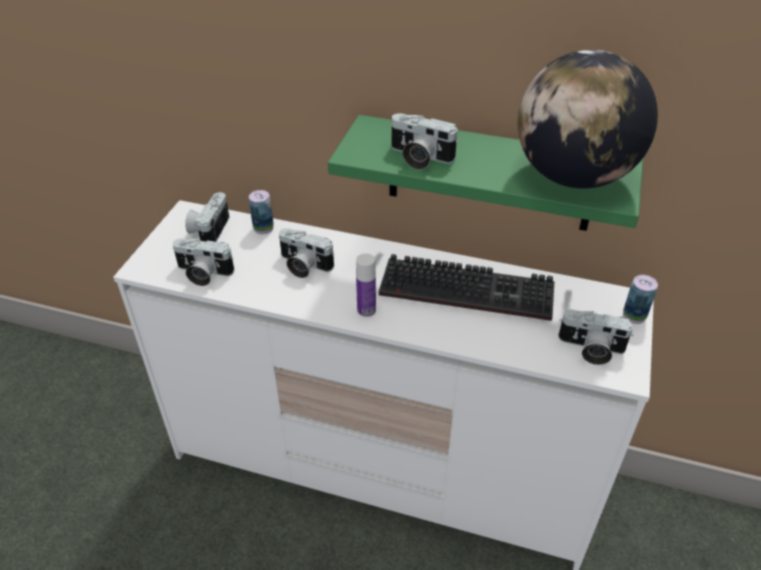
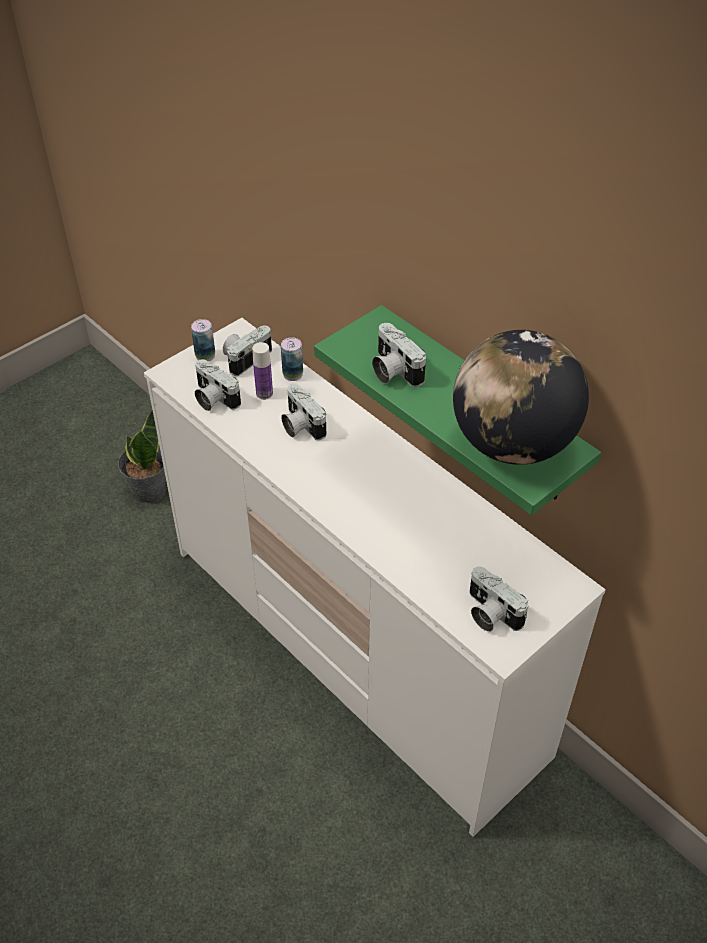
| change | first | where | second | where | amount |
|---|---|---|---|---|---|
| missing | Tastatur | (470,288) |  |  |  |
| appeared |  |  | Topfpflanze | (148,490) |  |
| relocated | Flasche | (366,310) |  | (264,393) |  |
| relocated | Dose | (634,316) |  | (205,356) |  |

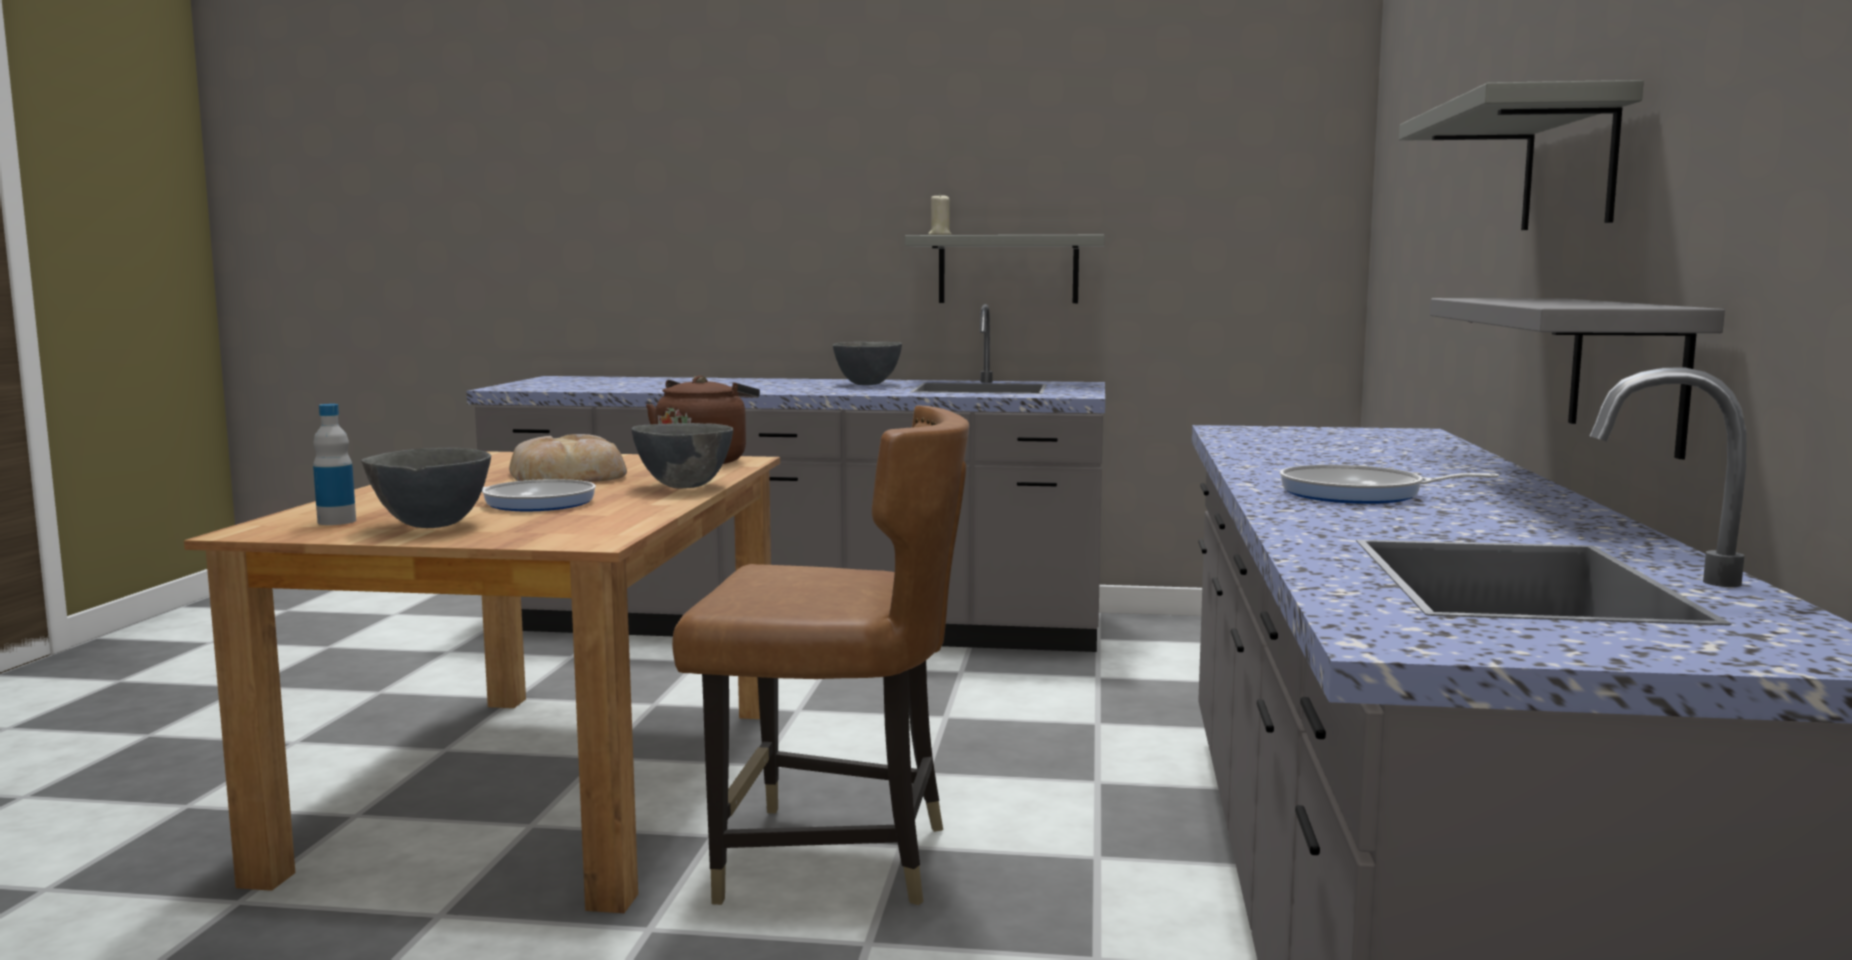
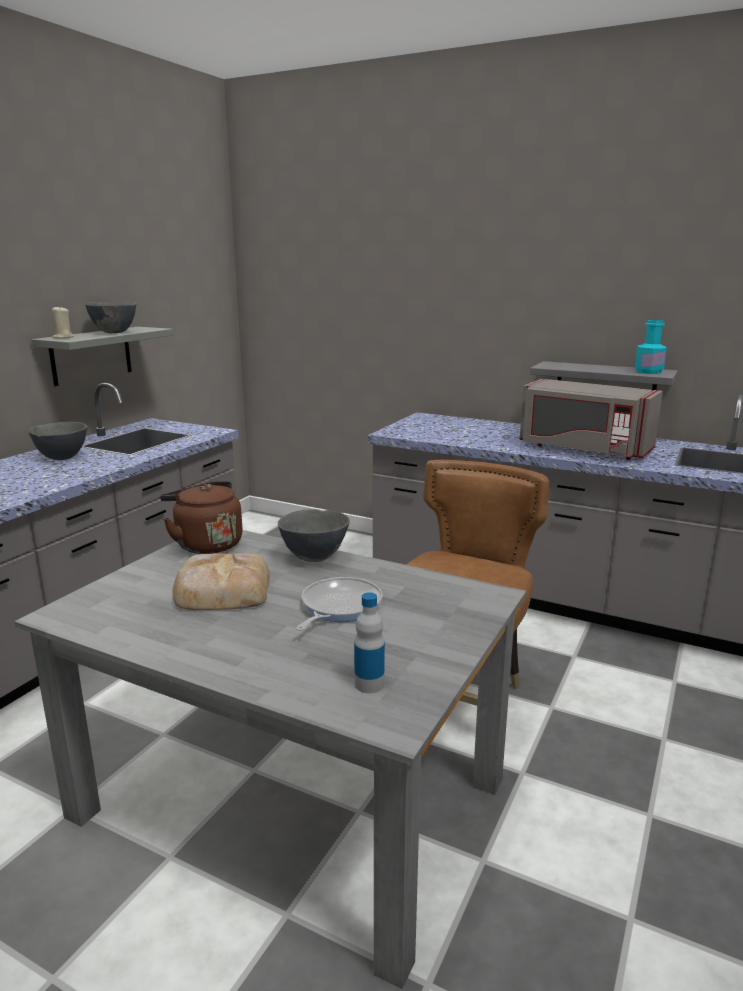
| change | first | where | second | where | amount |
|---|---|---|---|---|---|
| missing | Wandregal/grau | (1569,165) |  |  |  |
| appeared |  |  | Flasche/türkis | (648,372) |  |
| relocated | Schüssel/grau | (433,526) |  | (114,333) |  |
| exchanged | Pfanne | (1359,494) | Mikrowelle/grau | (583,449) |  |
| colour | Esstisch/braun | (548,783) | Esstisch/grau | (287,799) |  |

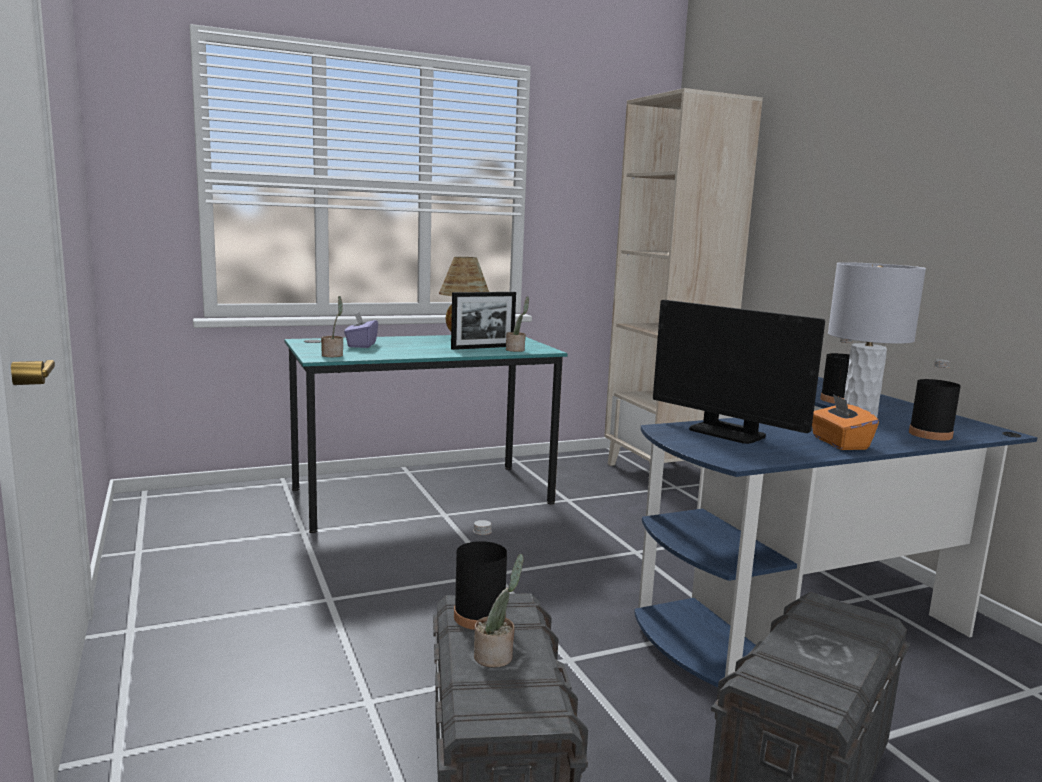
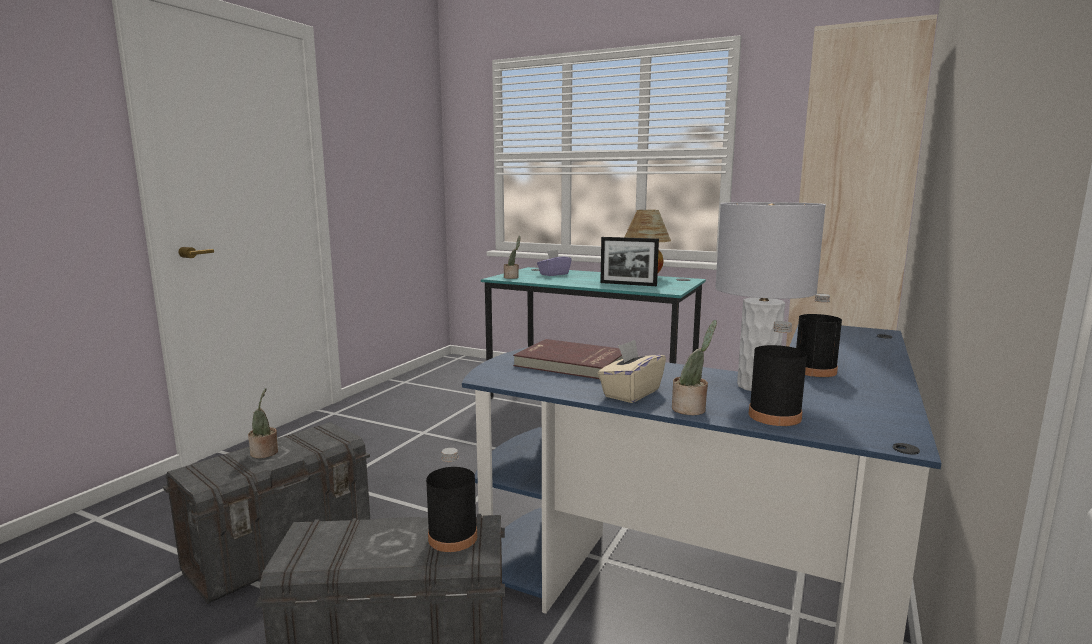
| change | first | where | second | where | amount |
|---|---|---|---|---|---|
| relocated | Flasche/schwarz | (479,616) |  | (452,537) |  |
| relocated | Topfpflanze | (516,350) |  | (691,409) |  |
| exchanged | Monitor | (727,433) | Buch/rot | (571,363) |  |
| colour | Taschentuchbox/orange | (839,443) | Taschentuchbox/beige | (631,393) |  |

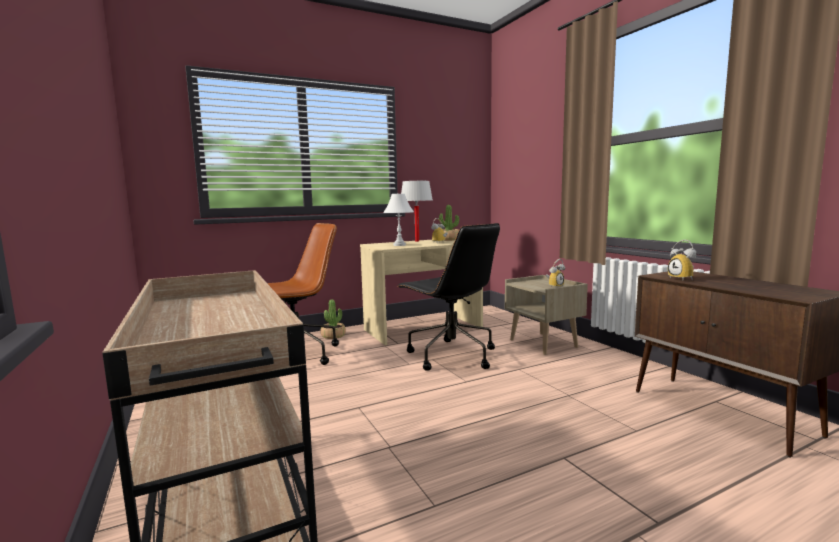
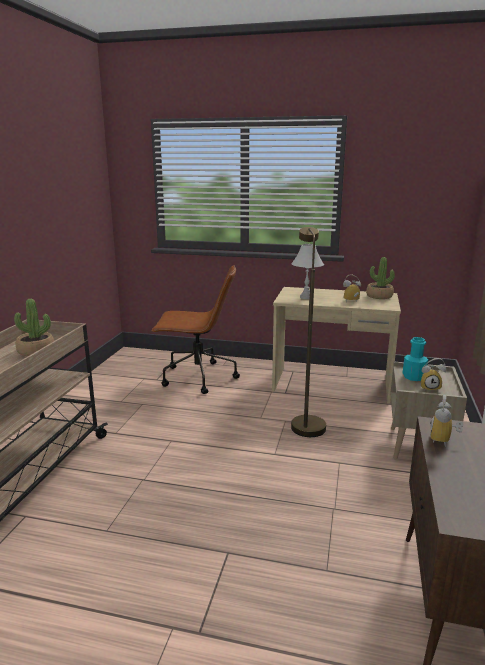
| change | first | where | second | where | amount |
|---|---|---|---|---|---|
| missing | Tischlampe/weiß | (417,241) |  |  |  |
| appeared |  |  | Flasche/türkis | (413,377) |  |
| relocated | Topfpflanze | (333,336) |  | (36,351) |  |
| exchanged | Bürostuhl/schwarz | (450,355) | Stehlampe/braun | (306,423) |  |

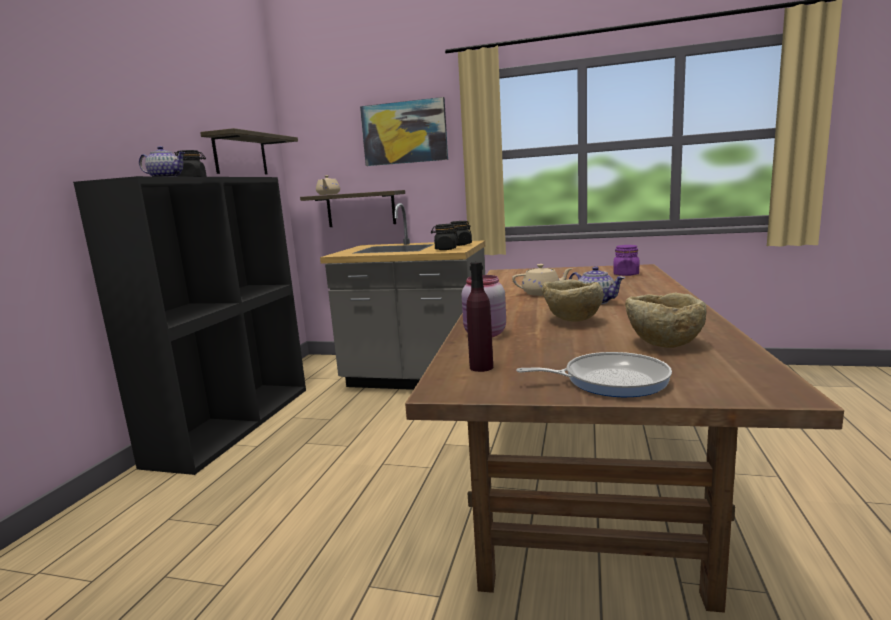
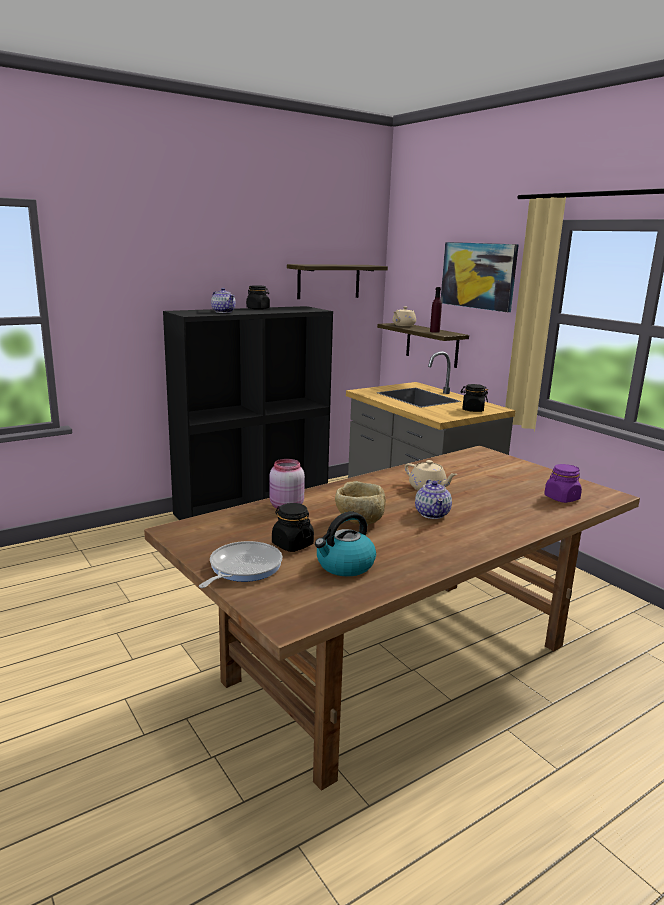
| change | first | where | second | where | amount |
|---|---|---|---|---|---|
| relocated | Vorratsglas/schwarz | (445,249) |  | (292,544) |  |
| relocated | Flasche/lila | (481,367) |  | (434,331) |  |
| exchanged | Schüssel/beige | (663,344) | Wasserkessel | (344,565) |  |
| spun | Pfanne | (609,381) |  | (242,568) | 105 degrees counterclockwise |

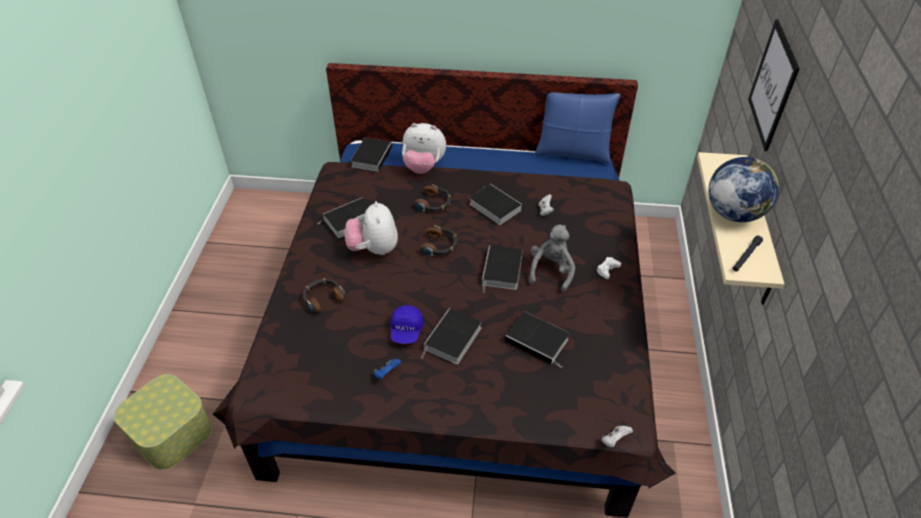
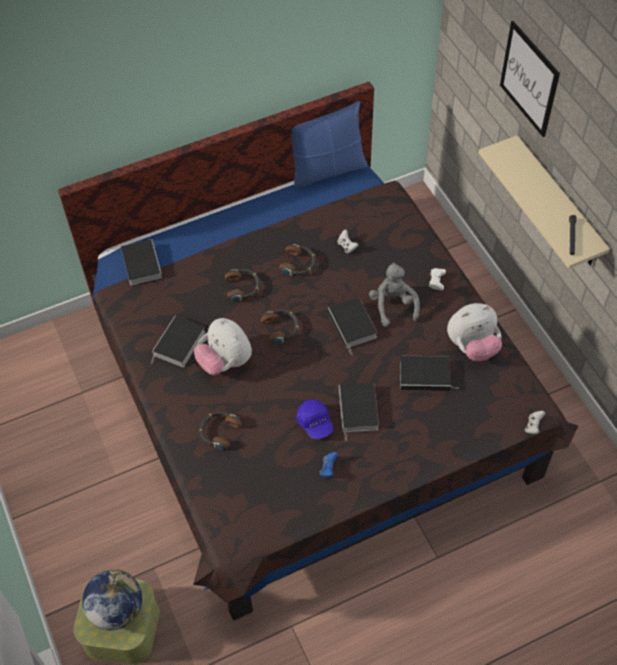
| change | first | where | second | where | amount |
|---|---|---|---|---|---|
| relocated | Plüschtier | (423,166) |  | (472,346) |  |
| relocated | Globus | (733,213) |  | (116,609) |  |
| exchanged | Buch | (493,206) | Kopfhörer | (298,264) |  |

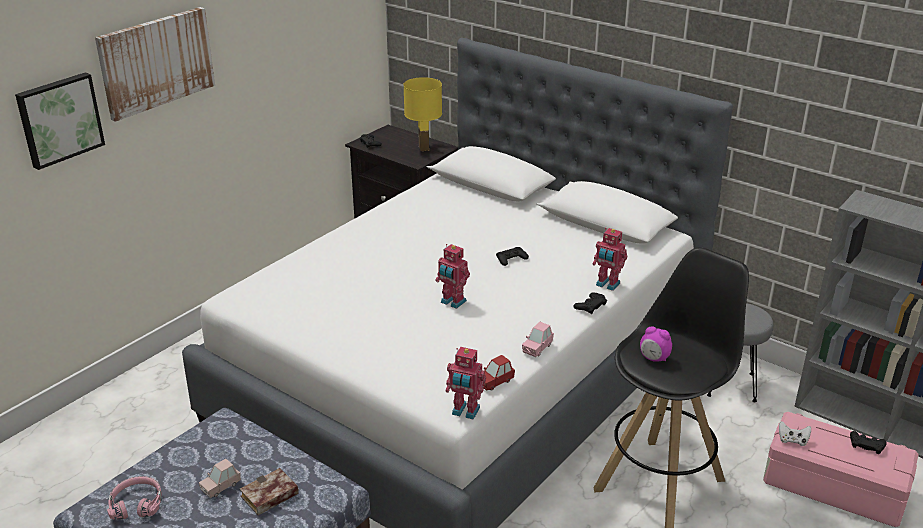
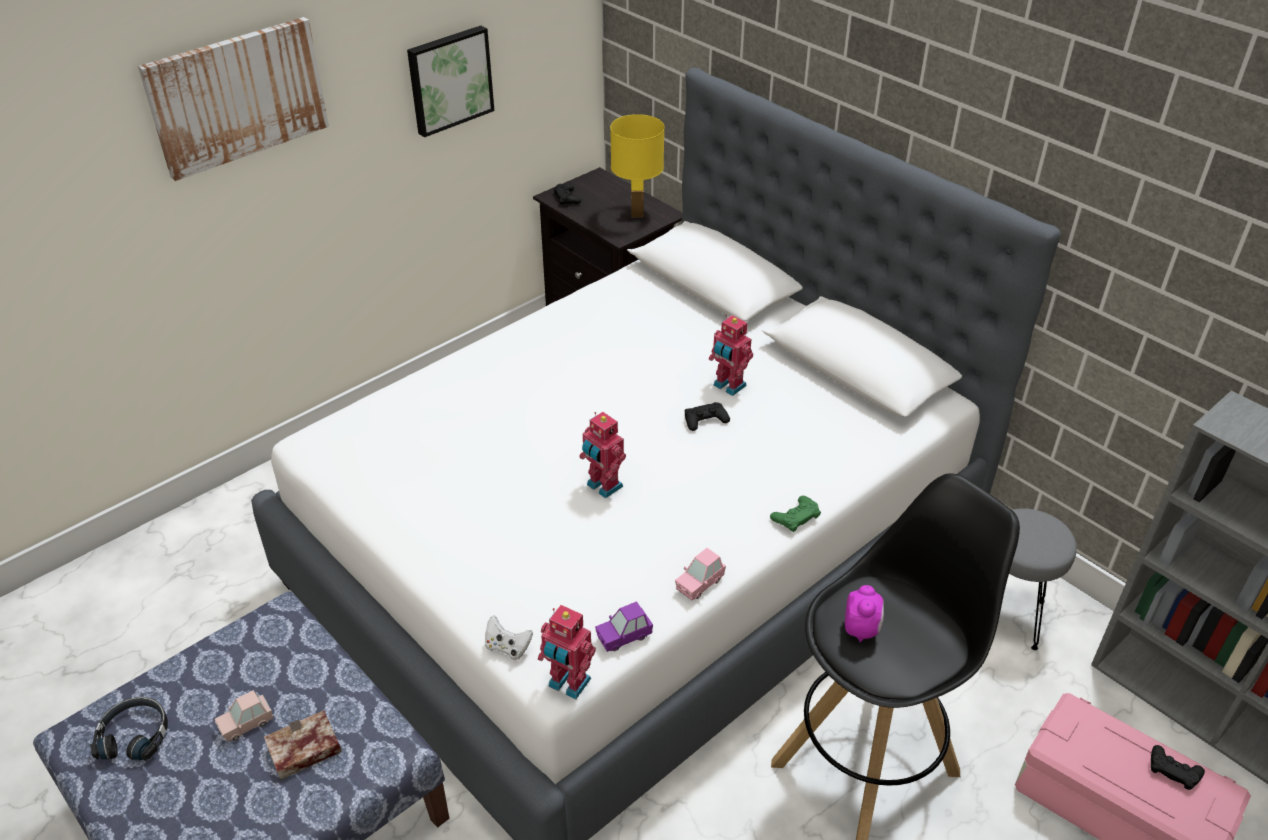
| change | first | where | second | where | amount |
|---|---|---|---|---|---|
| relocated | Bild | (59,119) |  | (449,79) |  |
| relocated | Spielzeugroboter | (607,285) |  | (728,386) |  |
| relocated | Gamepad/weiß | (792,440) |  | (507,647) |  |
| colour | Kopfhörer/rosa | (137,503) | Kopfhörer/schwarz | (135,735) |  |
| colour | Spielzeugauto/rot | (495,382) | Spielzeugauto/lila | (624,636) |  |
| colour | Gamepad/schwarz | (590,306) | Gamepad/grün | (795,517) |  |
| spun | Wecker | (654,359) |  | (861,629) | 120 degrees counterclockwise |

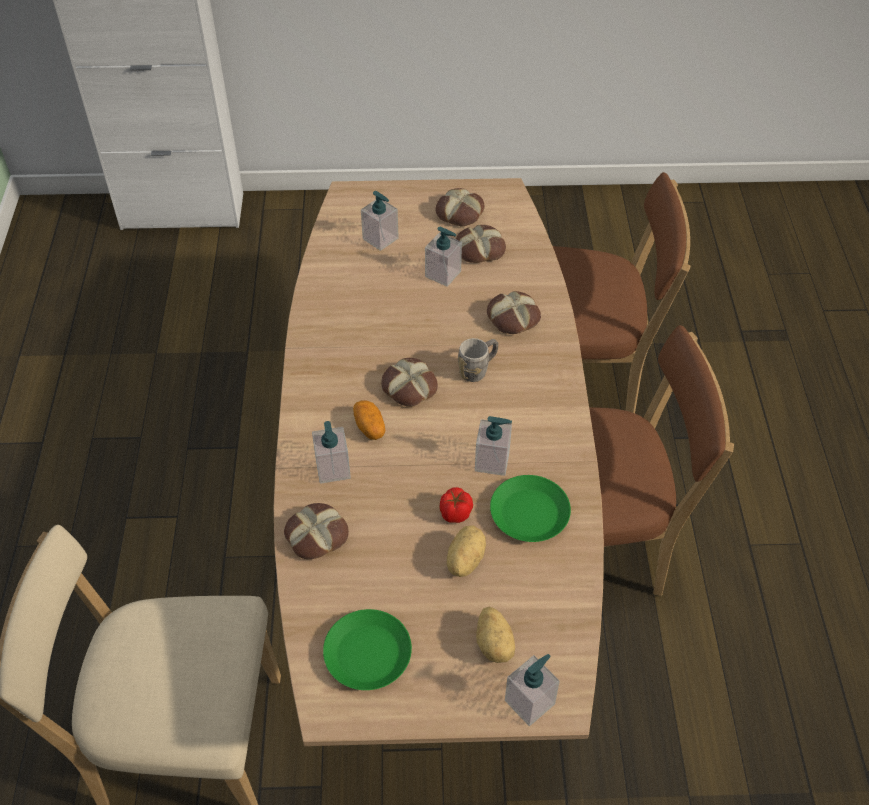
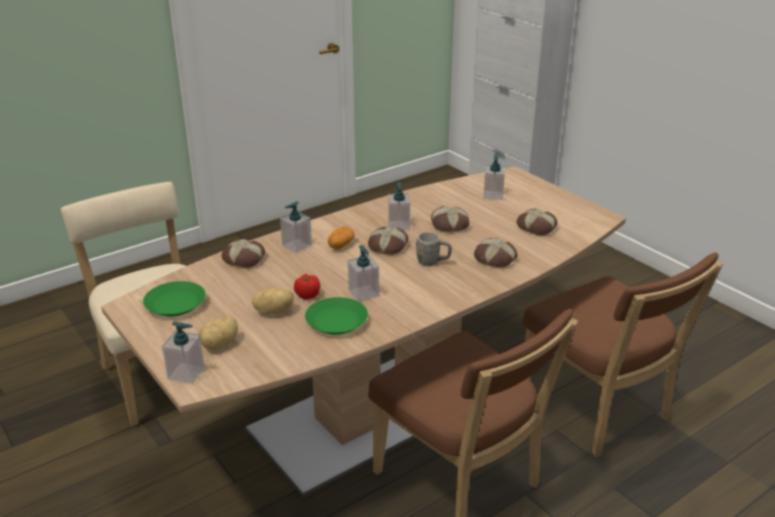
| change | first | where | second | where | amount |
|---|---|---|---|---|---|
| relocated | Seifenspender | (443,274) |  | (398,225) |  |
| relocated | Brot | (460,213) |  | (449,225) |  |

